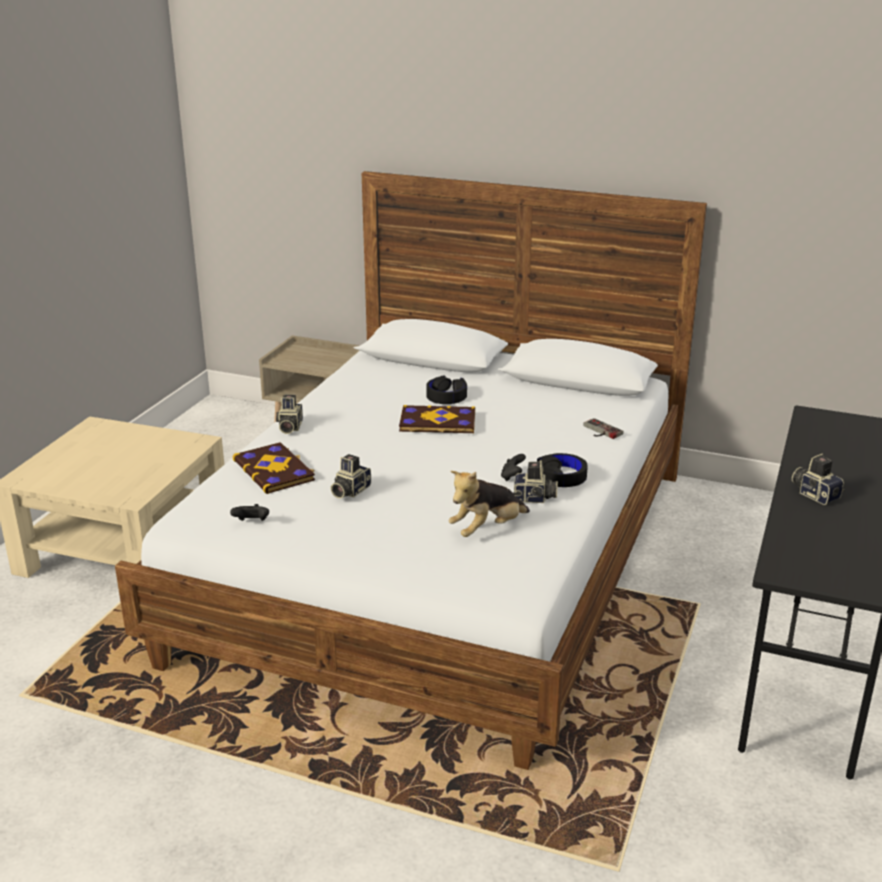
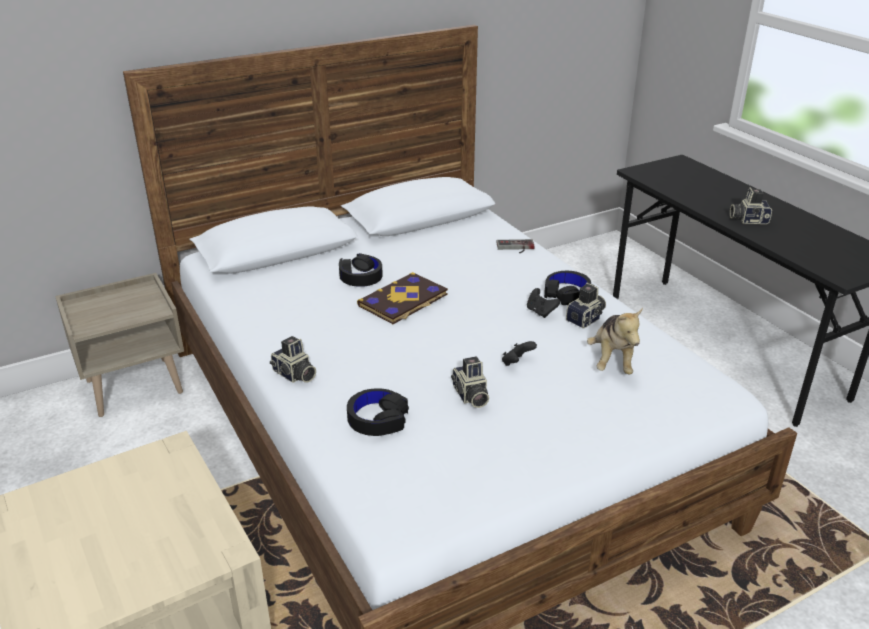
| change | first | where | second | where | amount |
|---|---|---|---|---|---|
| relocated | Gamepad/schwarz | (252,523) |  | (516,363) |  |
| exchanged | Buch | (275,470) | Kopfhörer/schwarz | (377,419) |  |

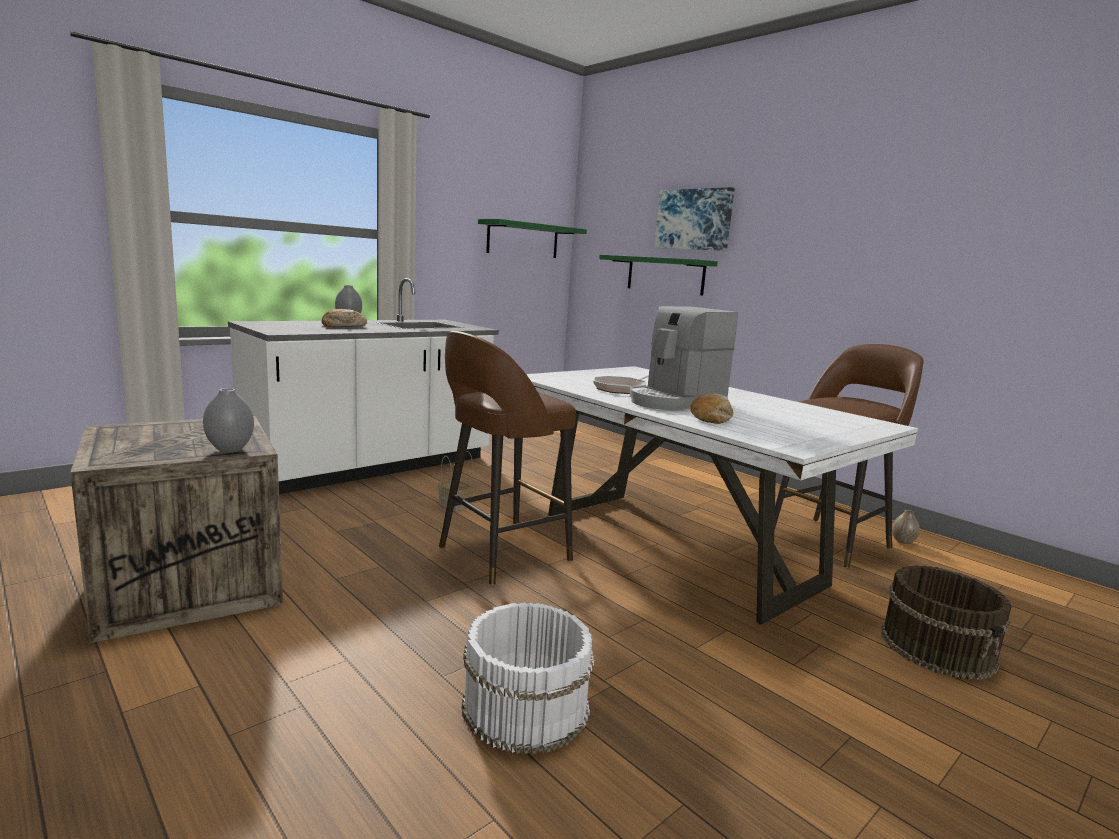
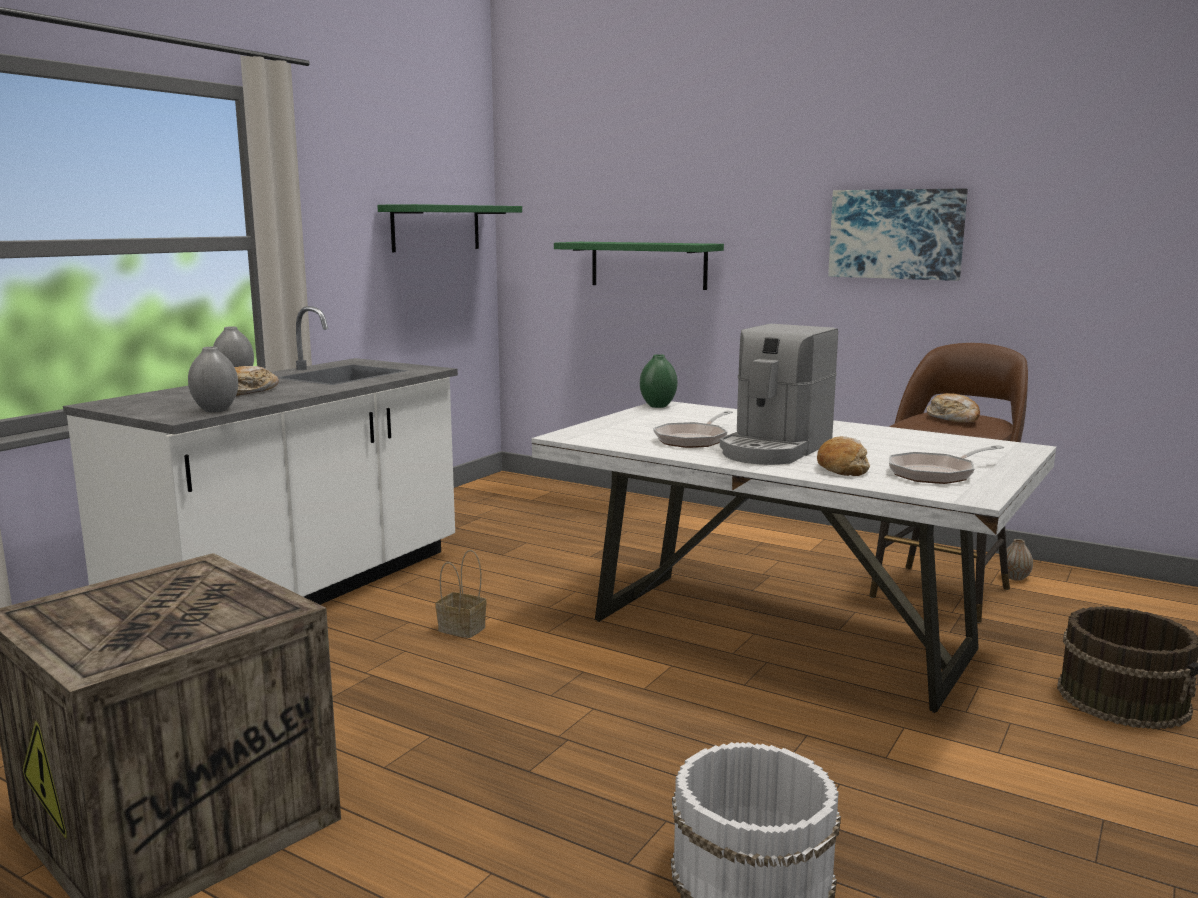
| change | first | where | second | where | amount |
|---|---|---|---|---|---|
| missing | Hocker/braun | (501,554) |  |  |  |
| appeared |  |  | Vase/grün | (657,406) |  |
| appeared |  |  | Pfanne | (936,473) |  |
| appeared |  |  | Brot | (953,419) |  |
| relocated | Vase/grau | (231,450) |  | (216,410) |  |
| relocated | Bild | (694,219) |  | (896,234) |  |

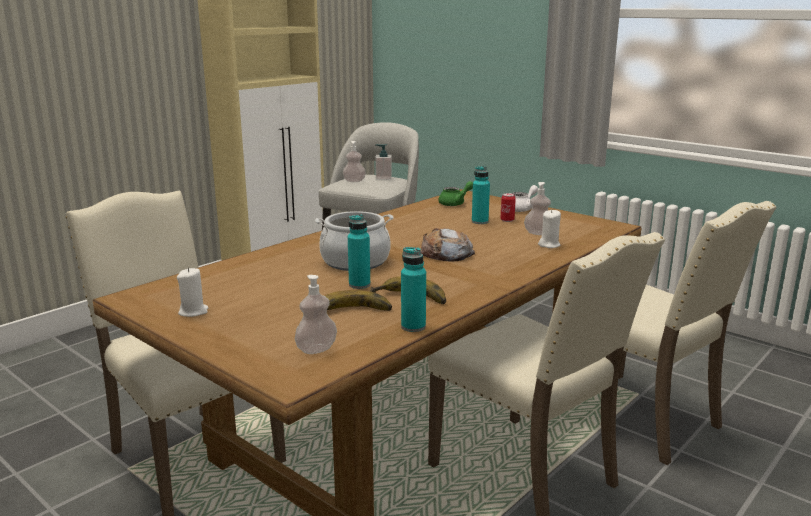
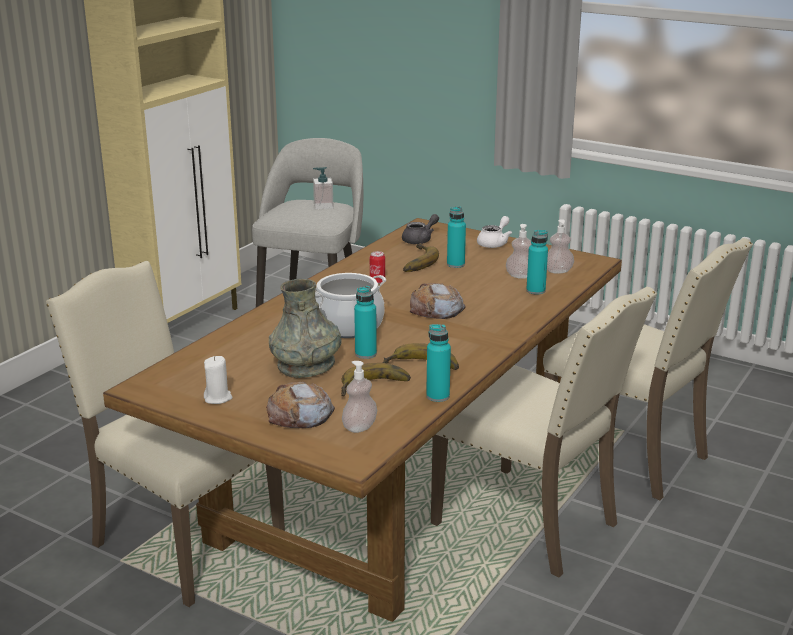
| change | first | where | second | where | amount |
|---|---|---|---|---|---|
| appeared |  |  | Brot | (300,414) |  |
| appeared |  |  | Vase/grau | (306,365) |  |
| appeared |  |  | Banane | (415,262) |  |
| relocated | Seifenspender | (354,181) |  | (558,271) |  |
| relocated | Dose | (507,220) |  | (377,281) |  |
| exchanged | Kerze/weiß | (549,245) | Flasche/türkis | (535,291) |  |
| colour | Teekanne/grün | (455,203) | Teekanne/grau | (420,240) |  |

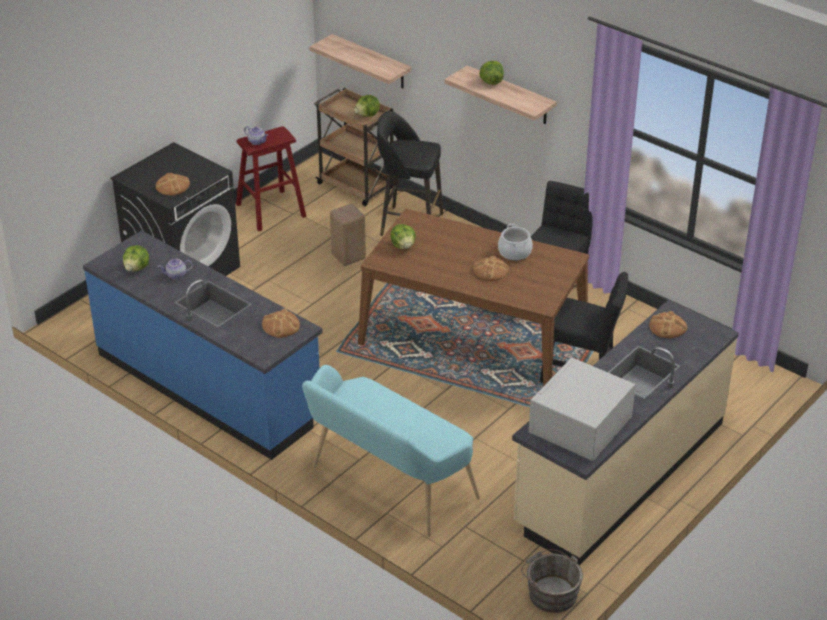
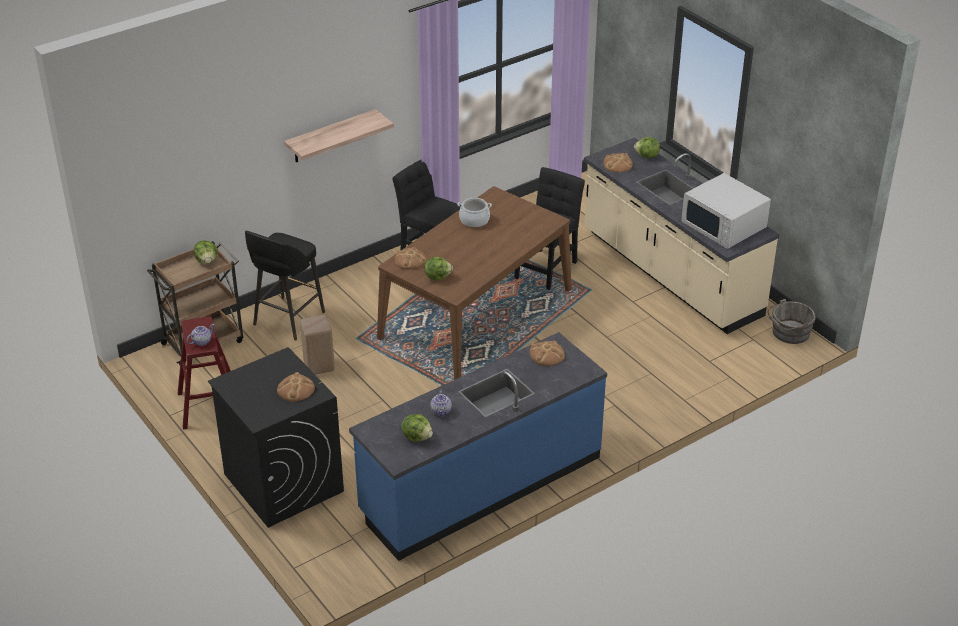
| change | first | where | second | where | amount |
|---|---|---|---|---|---|
| missing | Bank/türkis | (387,485) |  |  |  |
| missing | Wandregal | (371,62) |  |  |  |
| relocated | Brot | (490,270) |  | (410,260) |  |
| relocated | Salatkopf | (491,82) |  | (647,156) |  |

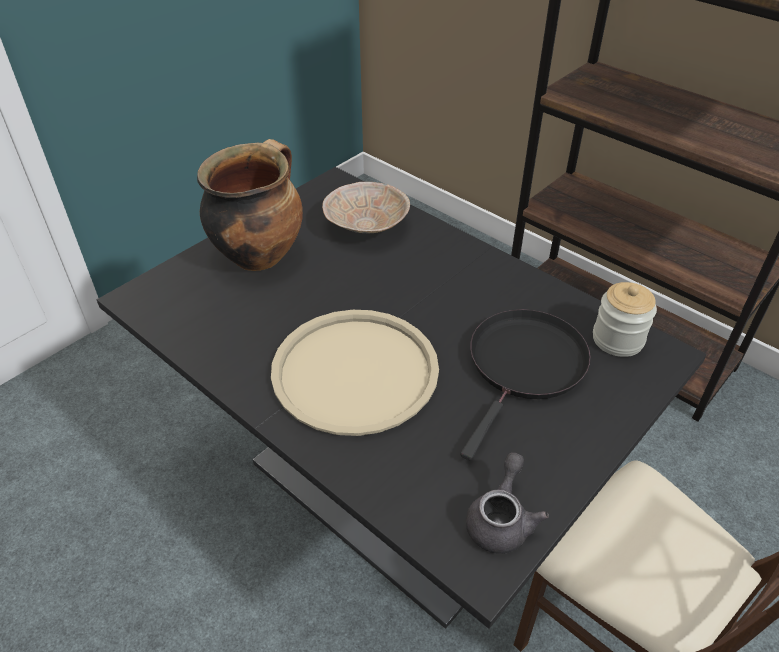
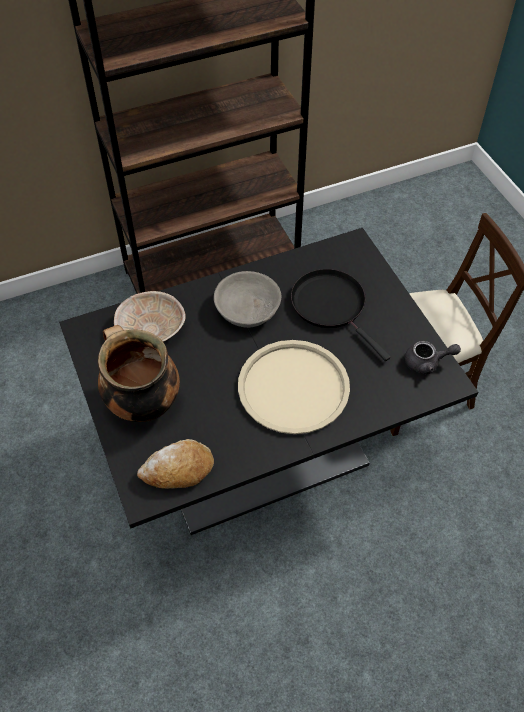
| change | first | where | second | where | amount |
|---|---|---|---|---|---|
| missing | Vorratsglas | (617,339) |  |  |  |
| appeared |  |  | Brot | (178,470) |  |
| appeared |  |  | Schüssel/grau | (247,309) |  |
| spun | Teekanne/grau | (501,519) |  | (427,363) | 135 degrees clockwise |

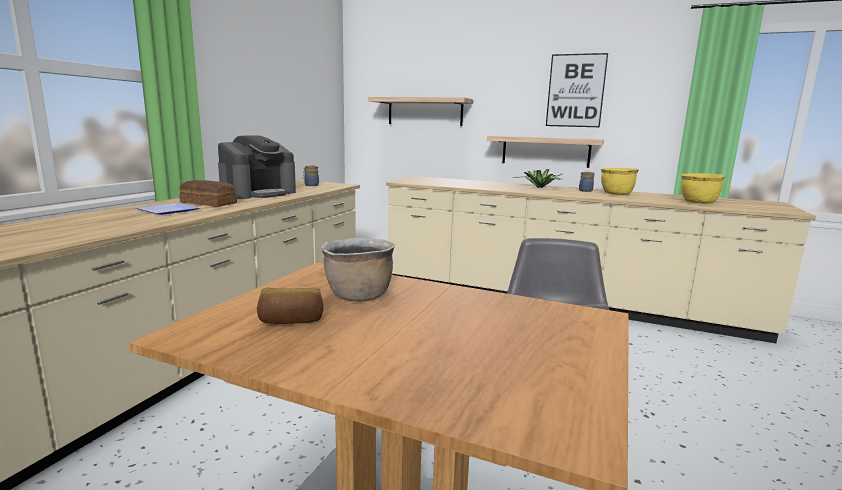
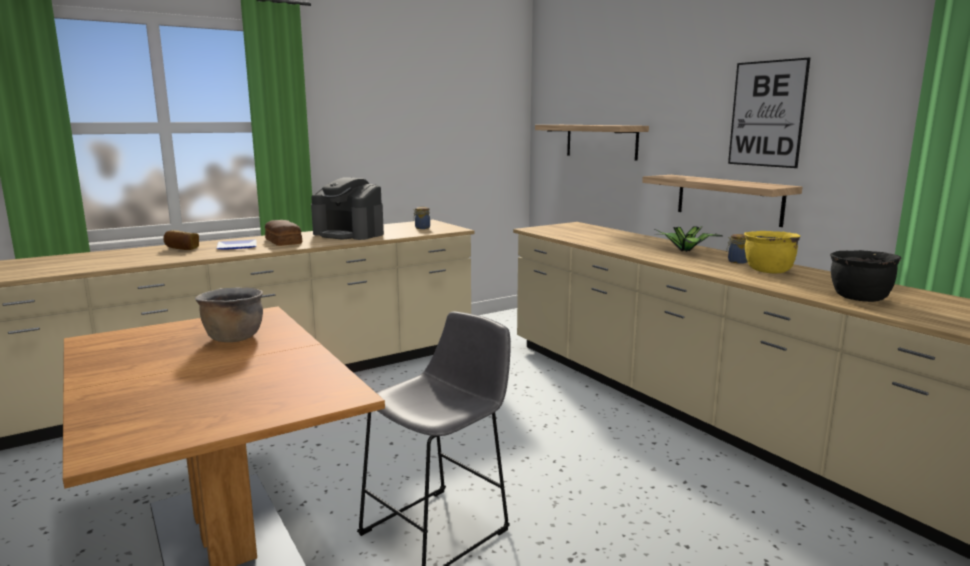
| change | first | where | second | where | amount |
|---|---|---|---|---|---|
| relocated | Brot | (291,321) |  | (181,248) |  |
| colour | Kochtopf/gelb | (698,202) | Kochtopf/schwarz | (858,298) |  |
| spun | Kaffeemaschine | (259,193) |  | (349,234) | 45 degrees clockwise |

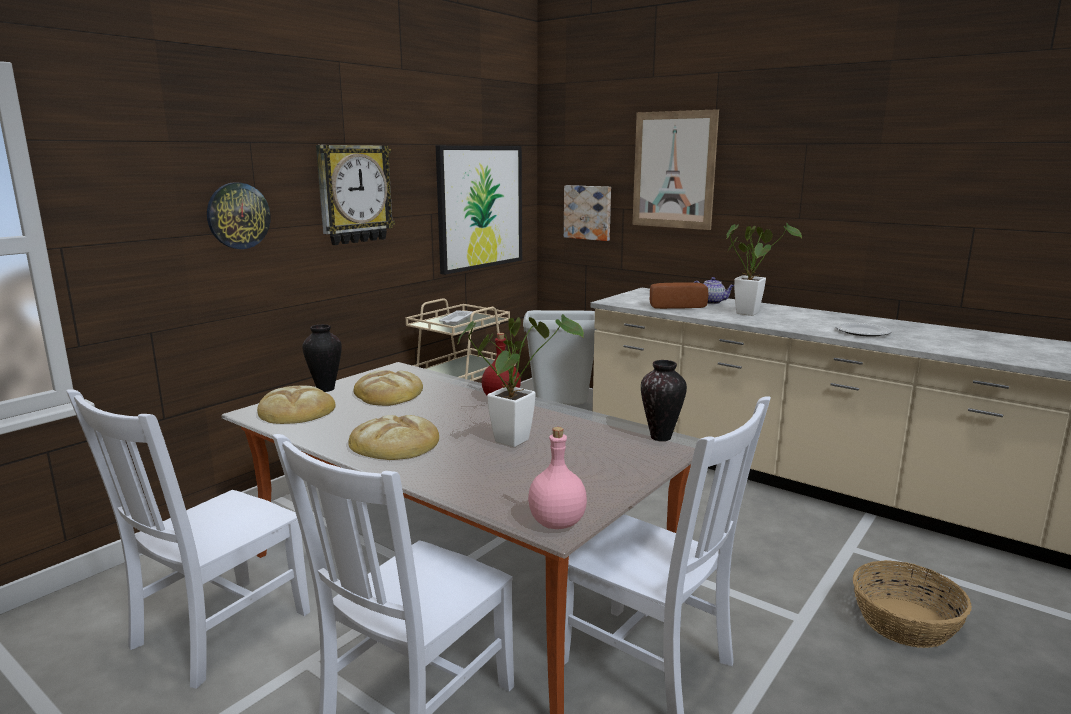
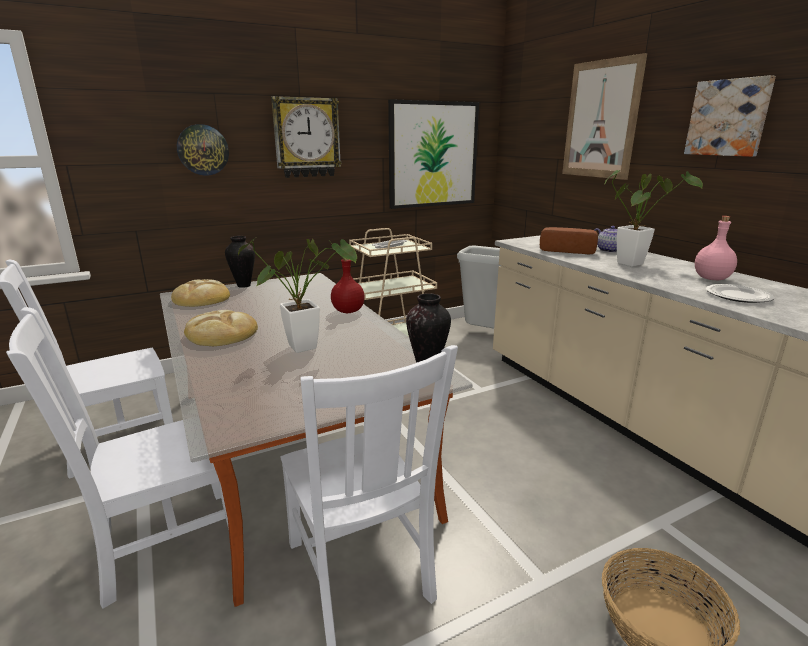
| change | first | where | second | where | amount |
|---|---|---|---|---|---|
| missing | Brot | (388,393) |  |  |  |
| relocated | Flasche/rosa | (557,522) |  | (711,278) |  |
| relocated | Bild | (588,212) |  | (728,118) |  |

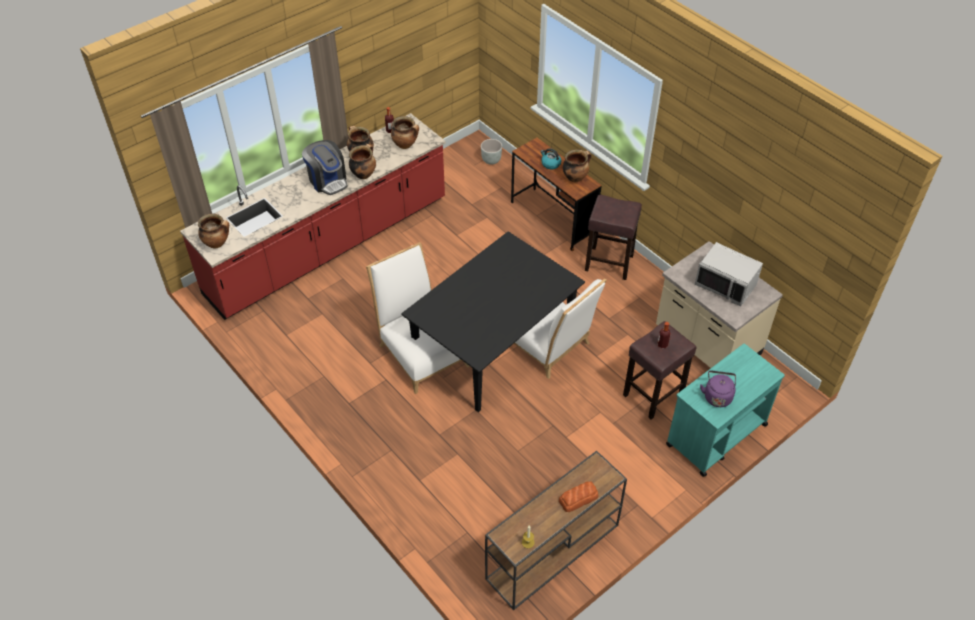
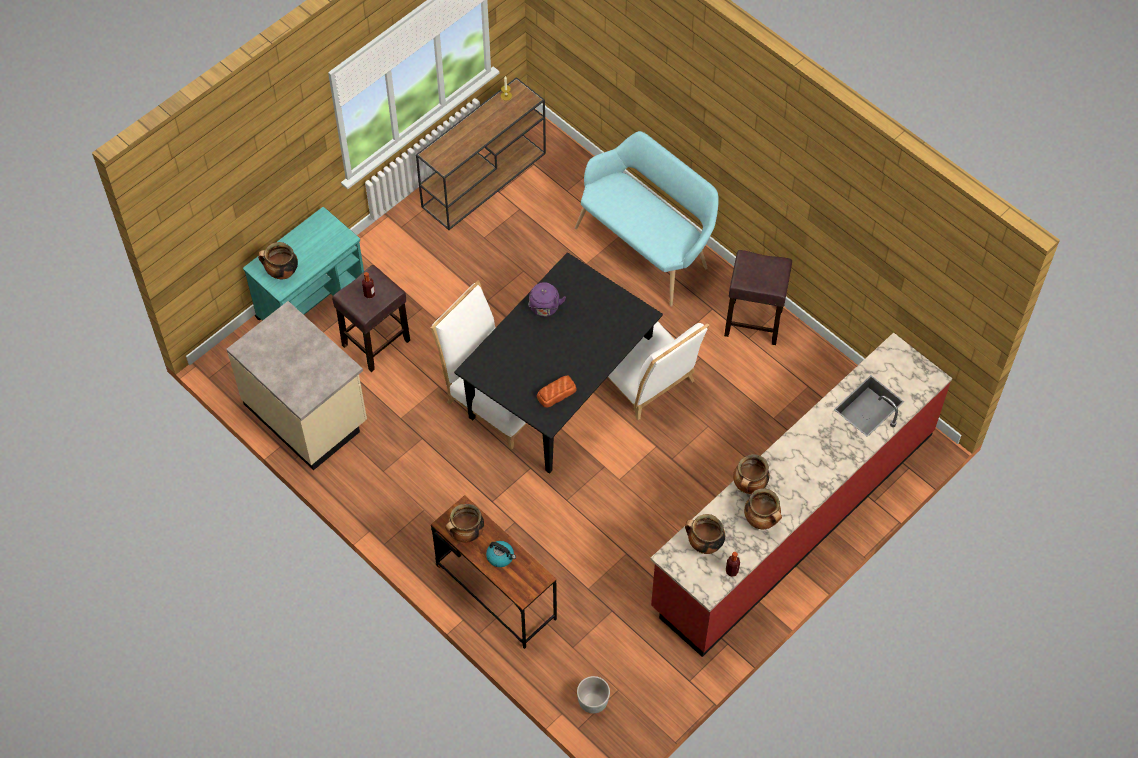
| change | first | where | second | where | amount |
|---|---|---|---|---|---|
| missing | Kaffeemaschine | (327,180) |  |  |  |
| missing | Mikrowelle/grau | (726,285) |  |  |  |
| appeared |  |  | Bank/türkis | (647,246) |  |
| relocated | Kochtopf | (217,243) |  | (282,273) |  |
| relocated | Brot | (579,498) |  | (556,393) |  |
| relocated | Hocker/braun | (608,263) |  | (754,322) |  |
| relocated | Wasserkessel/lila | (717,396) |  | (544,308) |  |

